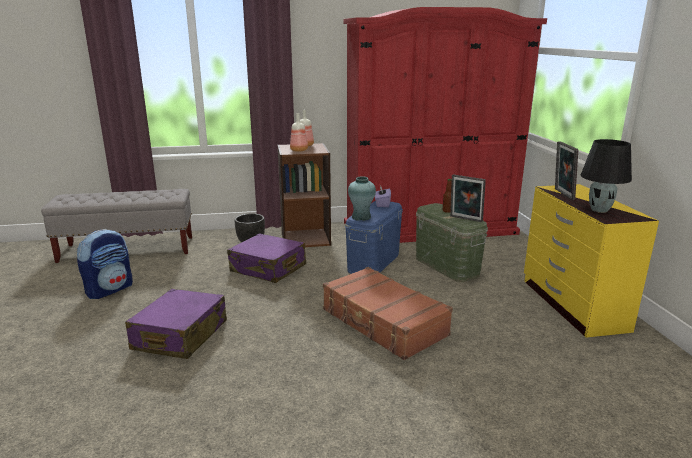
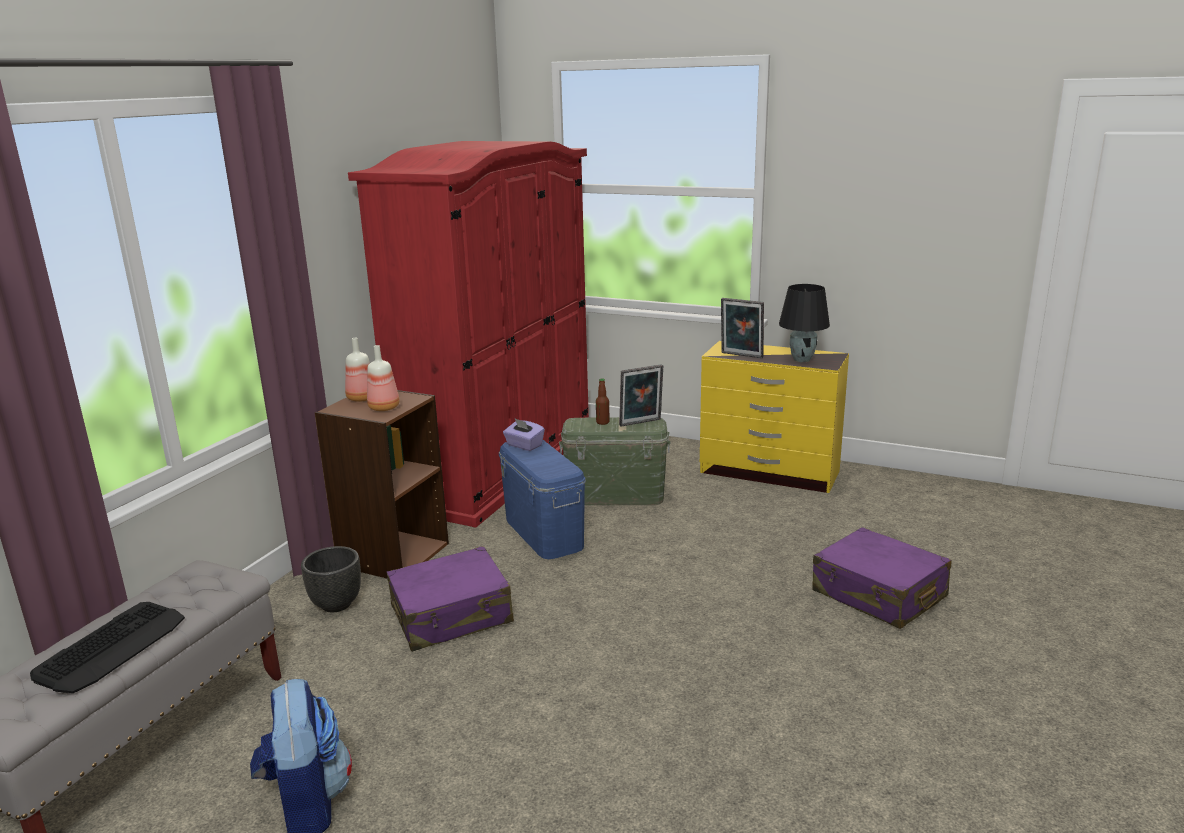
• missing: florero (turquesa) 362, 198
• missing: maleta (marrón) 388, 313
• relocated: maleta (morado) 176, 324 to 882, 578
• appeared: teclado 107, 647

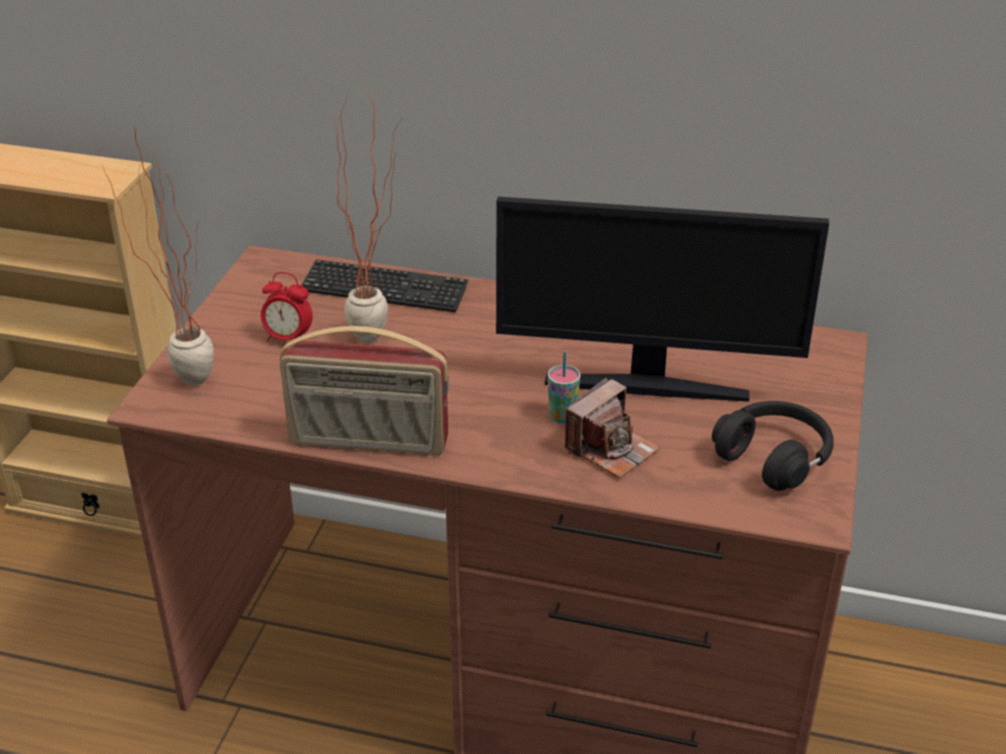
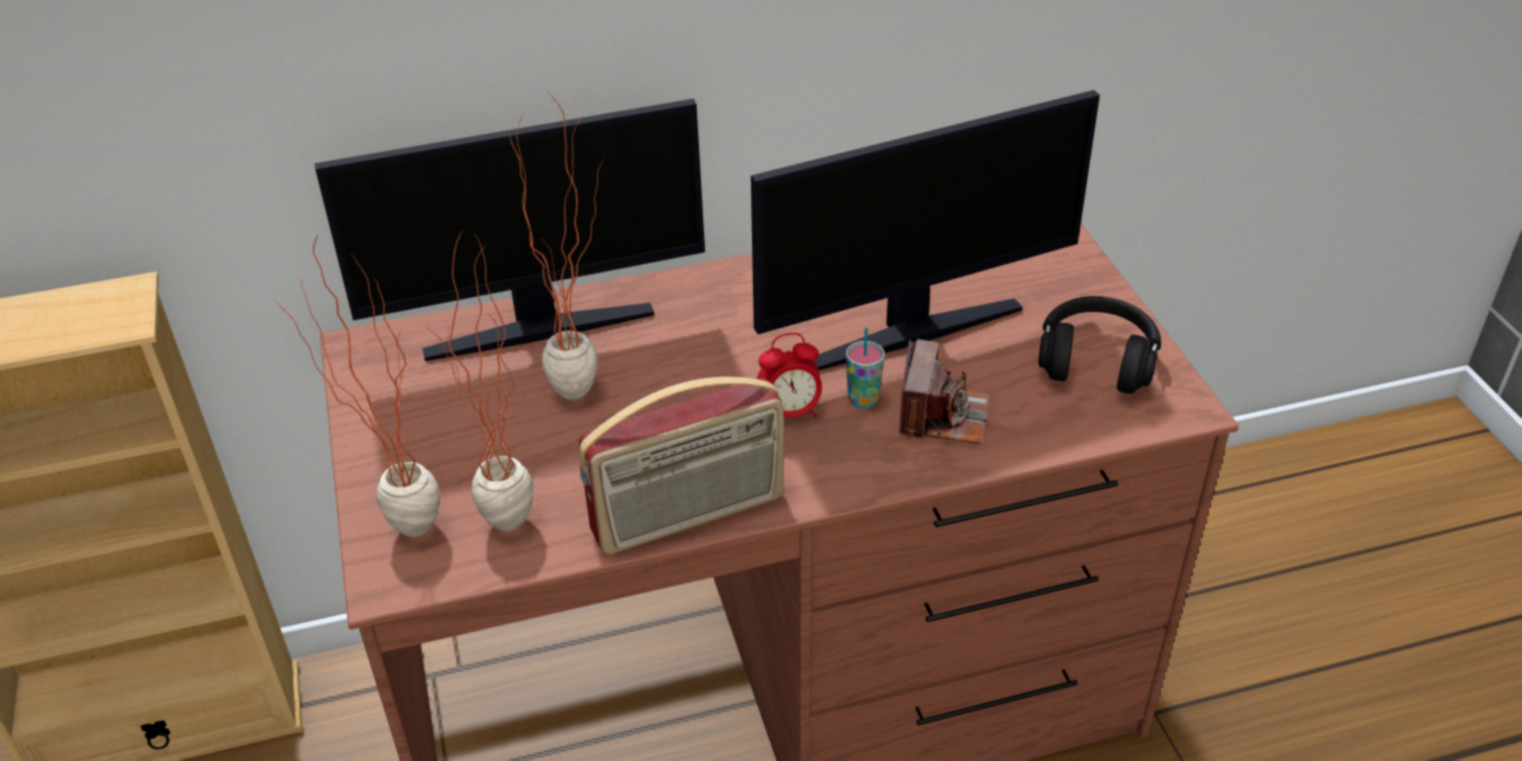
• exchanged: teclado 385, 285 to monitor 510, 230
• relocated: despertador 287, 307 to 789, 375
• appeared: planta en maceta 479, 380

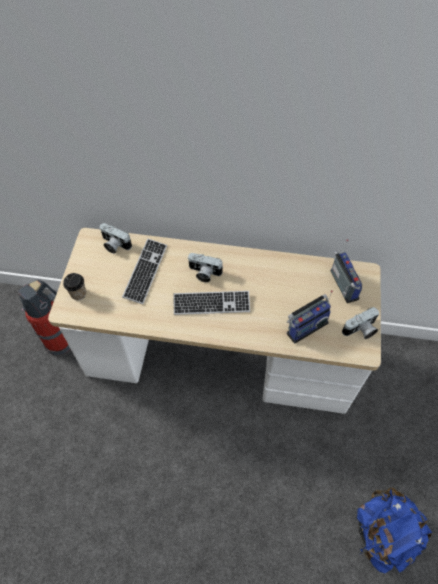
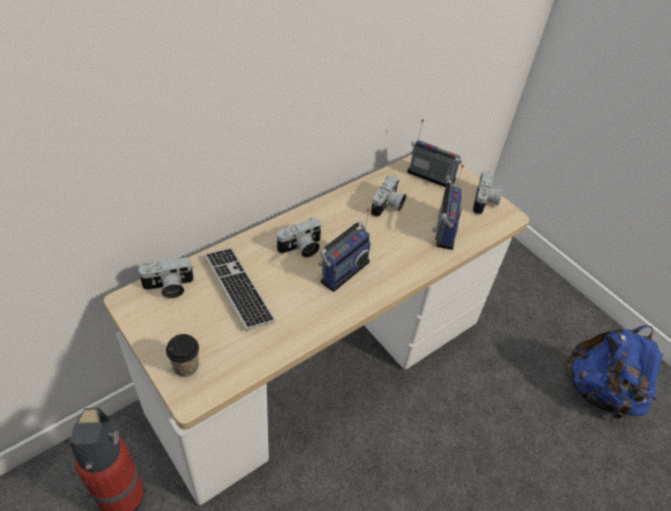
• exchanged: teclado 212, 303 to radio 345, 250
• appeared: cámara 388, 196

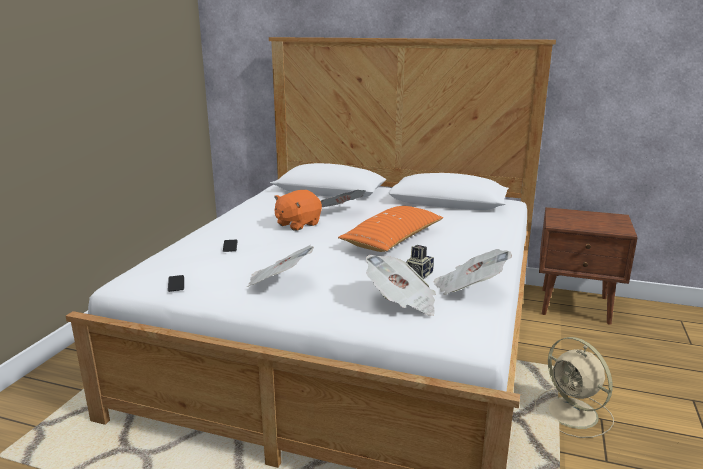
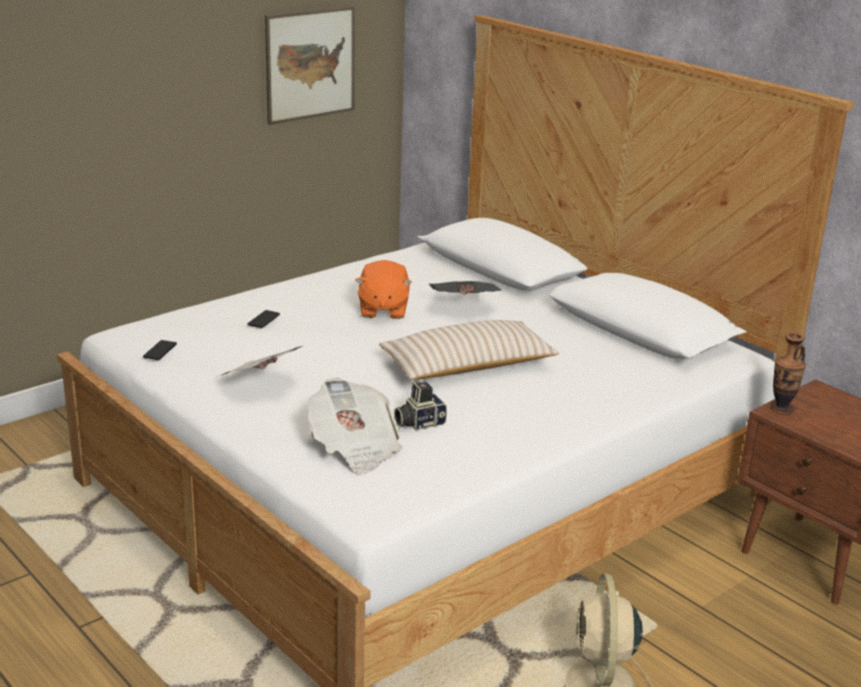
• spun: peluche (naranja) 298, 210 = 383, 289 75 degrees counterclockwise
• colour: cojín (naranja) 390, 229 to cojín (beis) 469, 350
• missing: periódico 472, 272
• appeared: cuadro 310, 65
• appeared: florero 788, 373

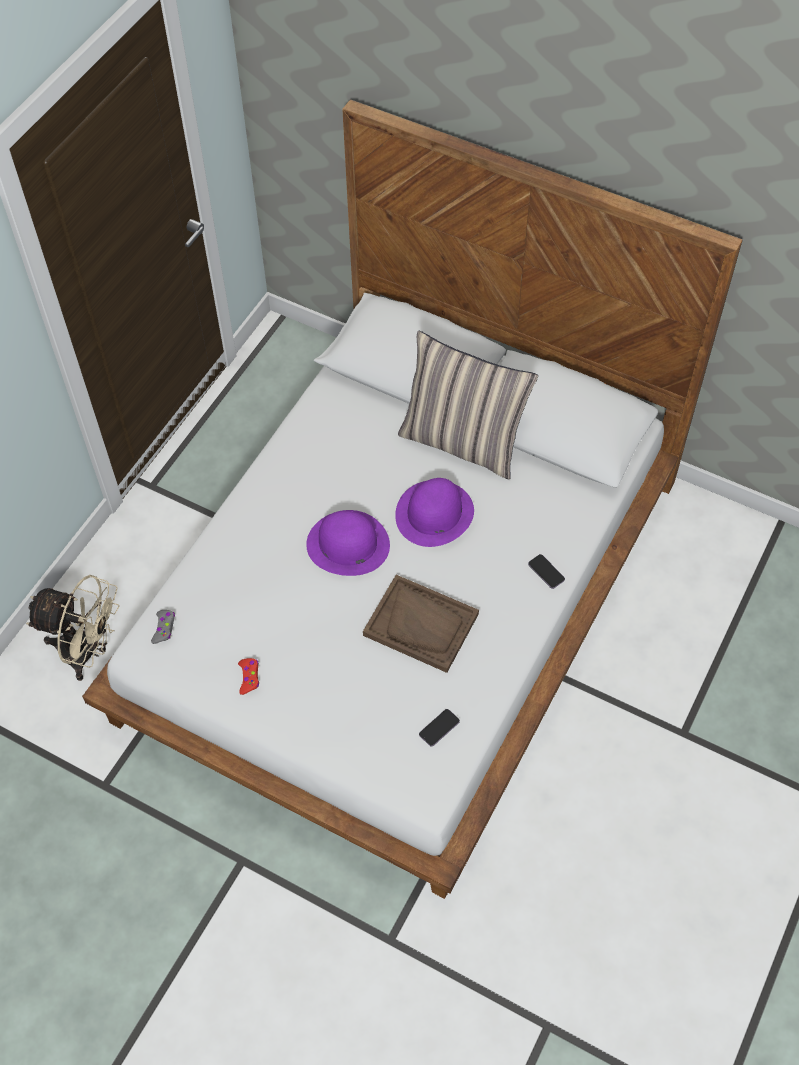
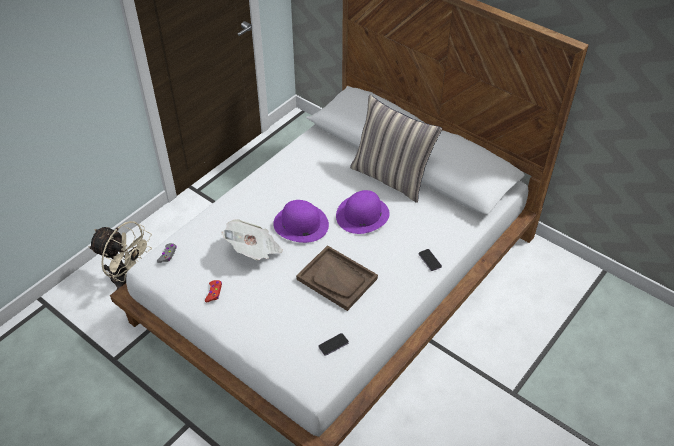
• appeared: periódico 252, 240

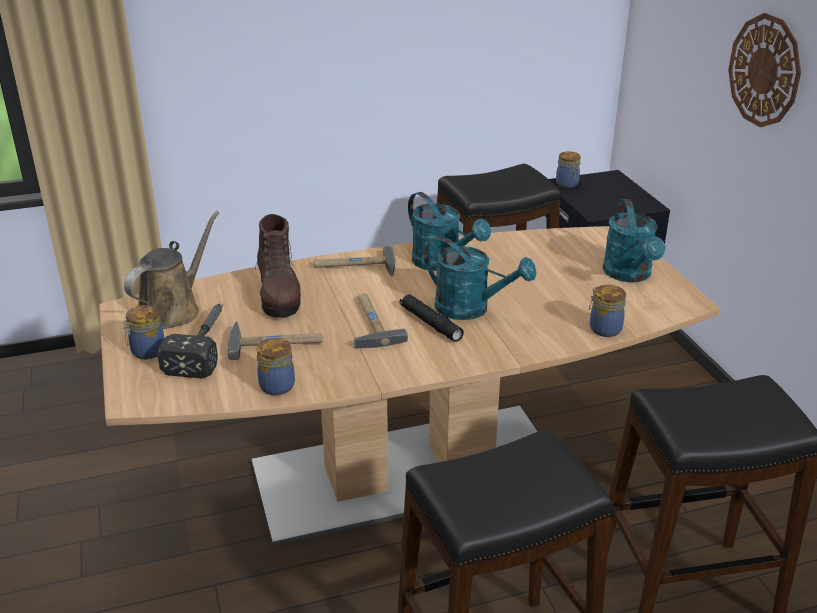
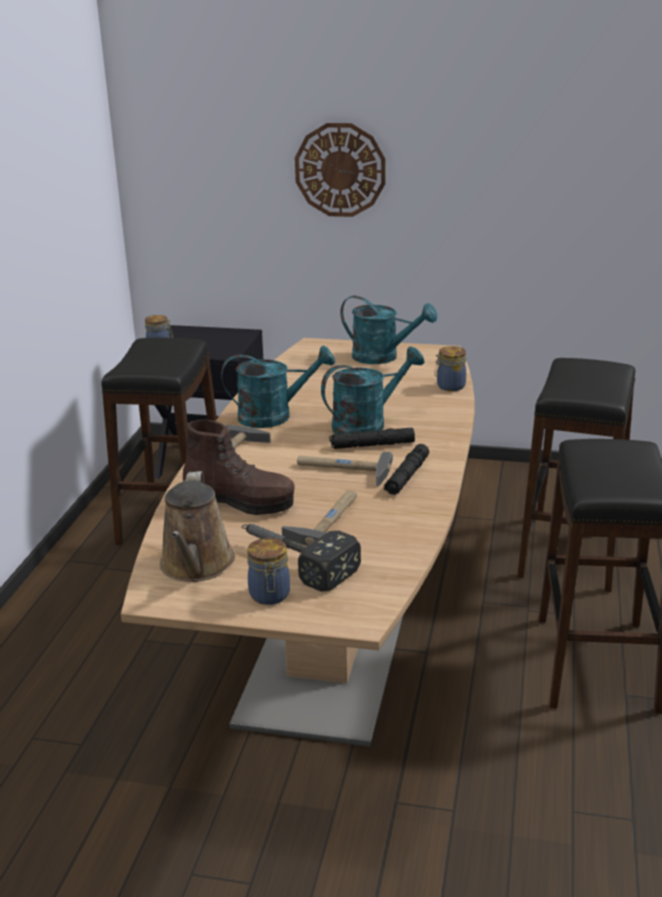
• spun: regadera (marrón) 172, 270 = 197, 526 150 degrees counterclockwise
• missing: tarro 276, 366
• appeared: linterna (negro) 406, 469

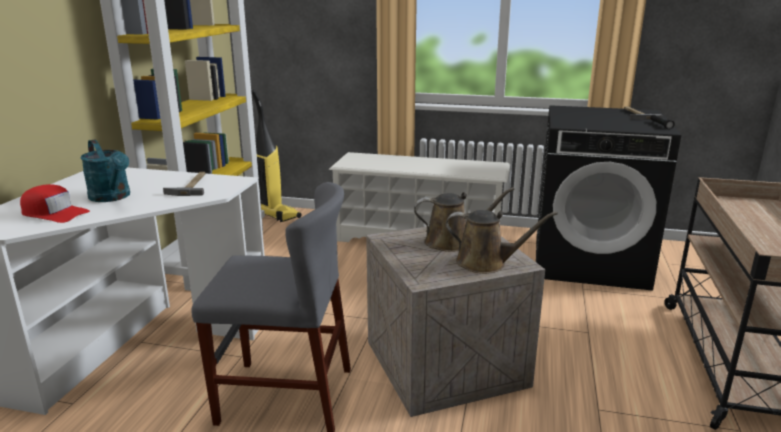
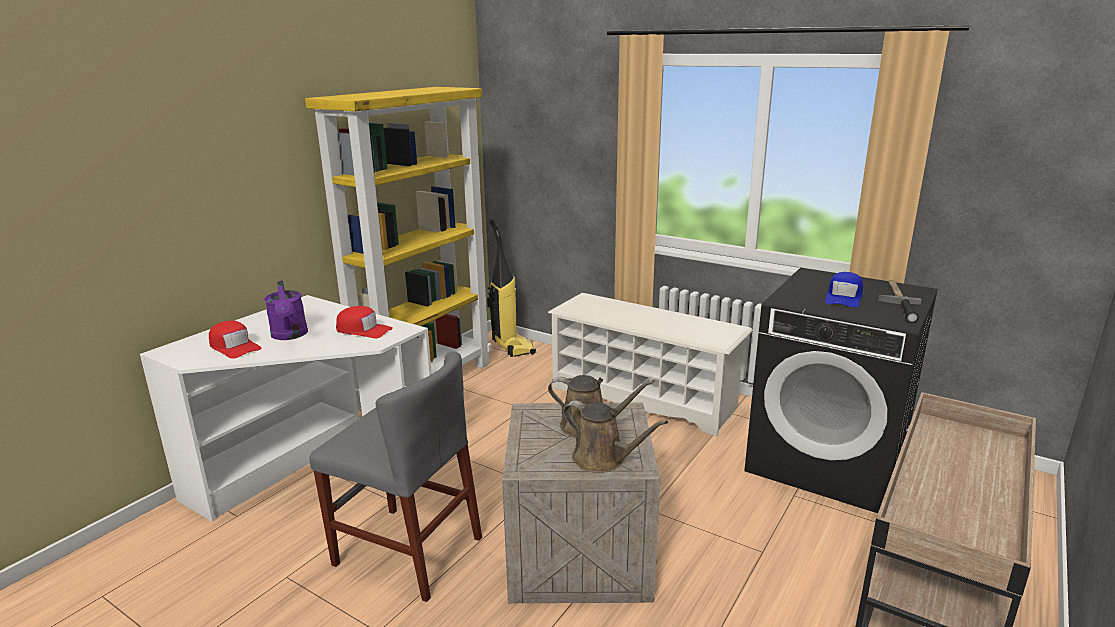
• colour: regadera (turquesa) 105, 170 to regadera (morado) 286, 310
• exchanged: martillo 184, 184 to gorra (rojo) 364, 322
• appeared: gorra (azul) 844, 289

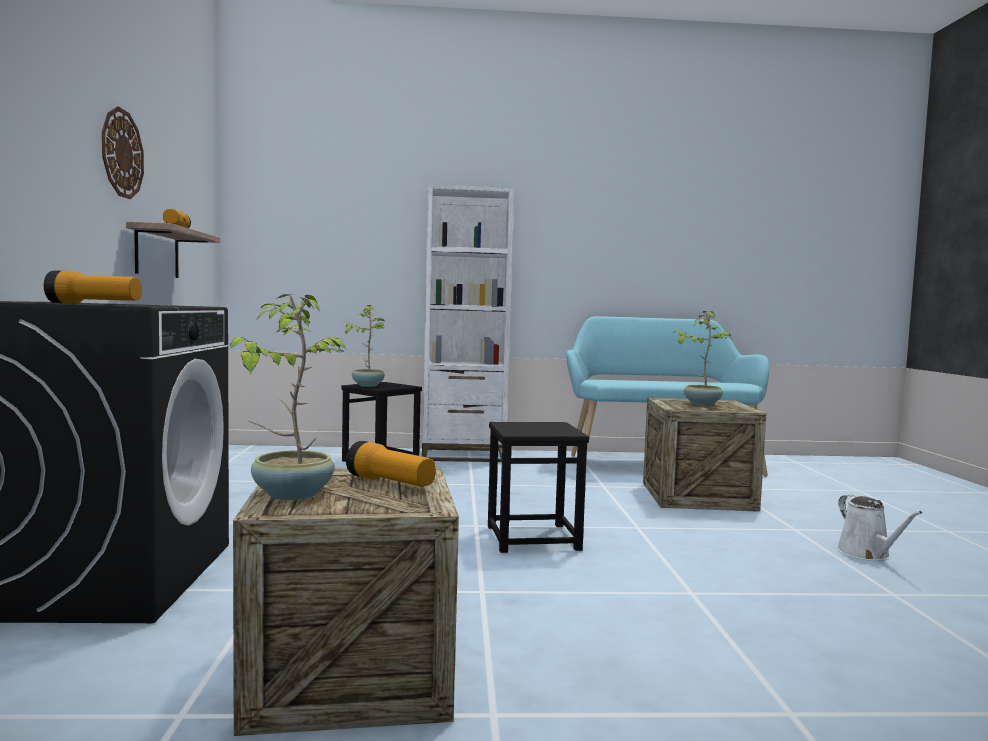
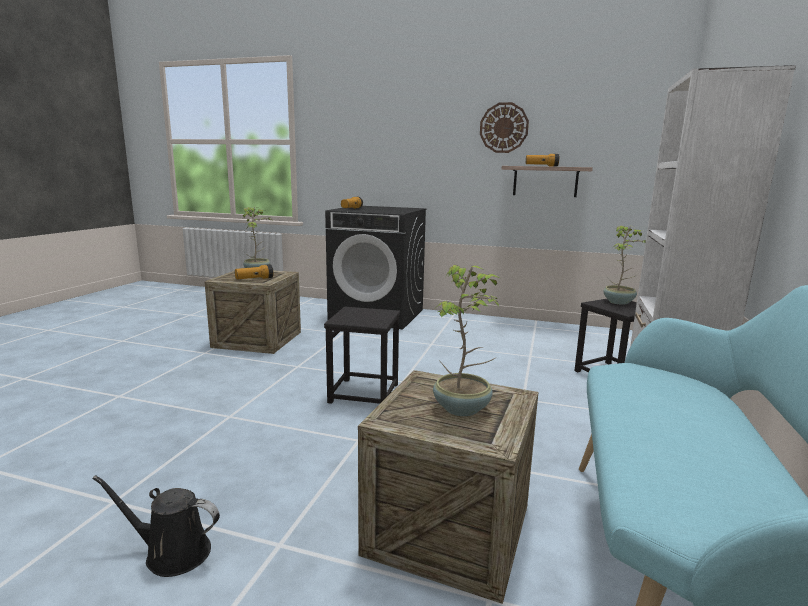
• colour: regadera (blanco) 880, 528 to regadera (negro) 156, 526

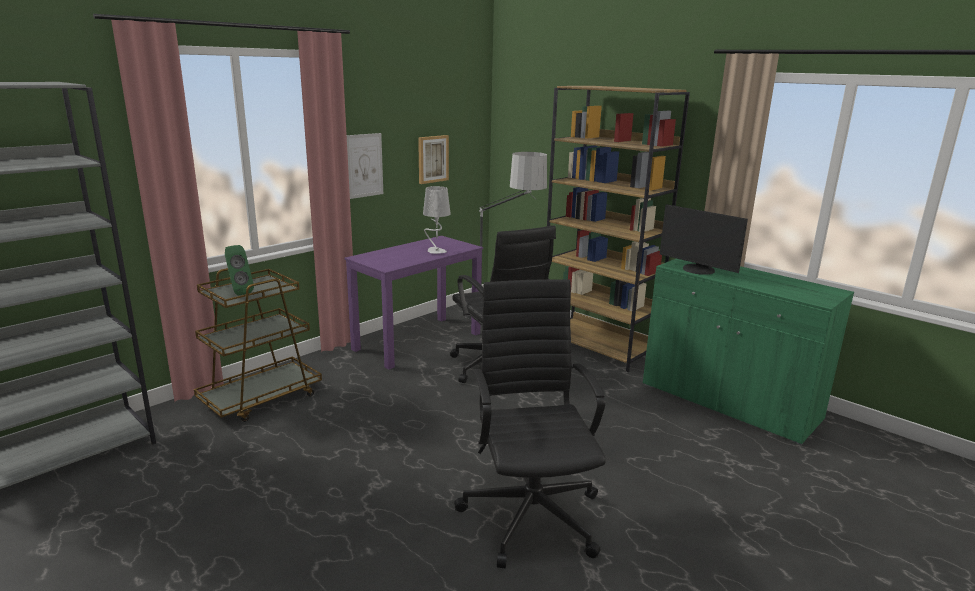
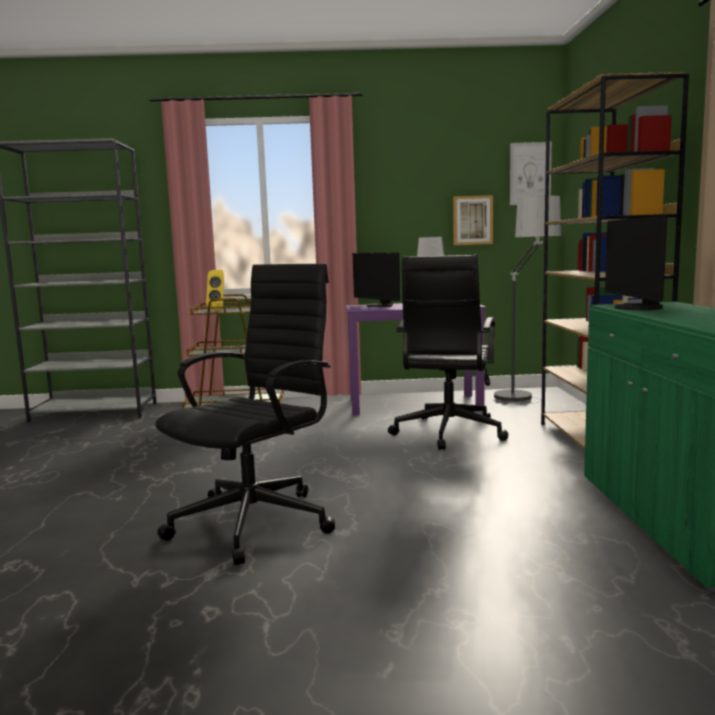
• relocated: cuadro 365, 166 to 531, 173
• colour: altavoz (verde) 239, 270 to altavoz (amarillo) 215, 290
• appeared: monitor 376, 279

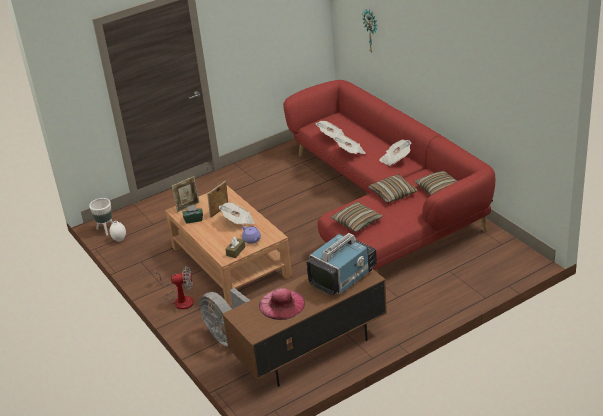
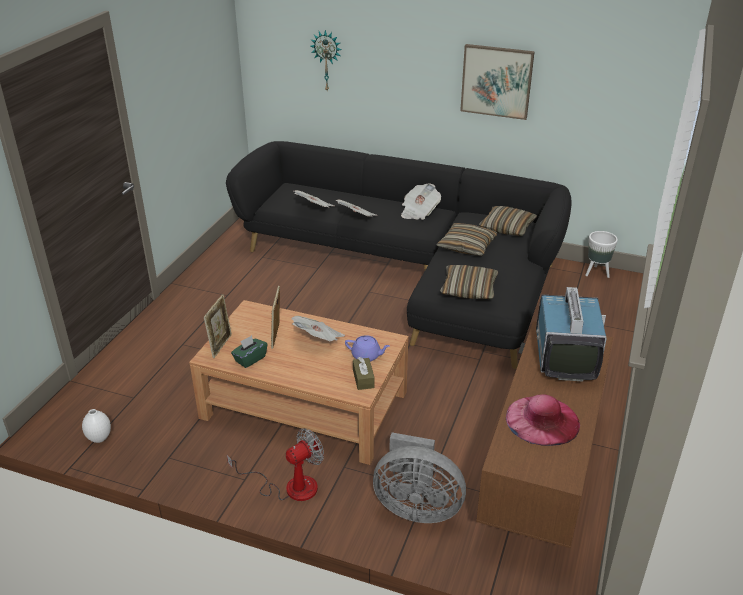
• colour: sofá (rojo) 389, 175 to sofá (negro) 398, 255
• relocated: maceta (blanco) 101, 217 to 601, 254
• appeared: cuadro 497, 82

